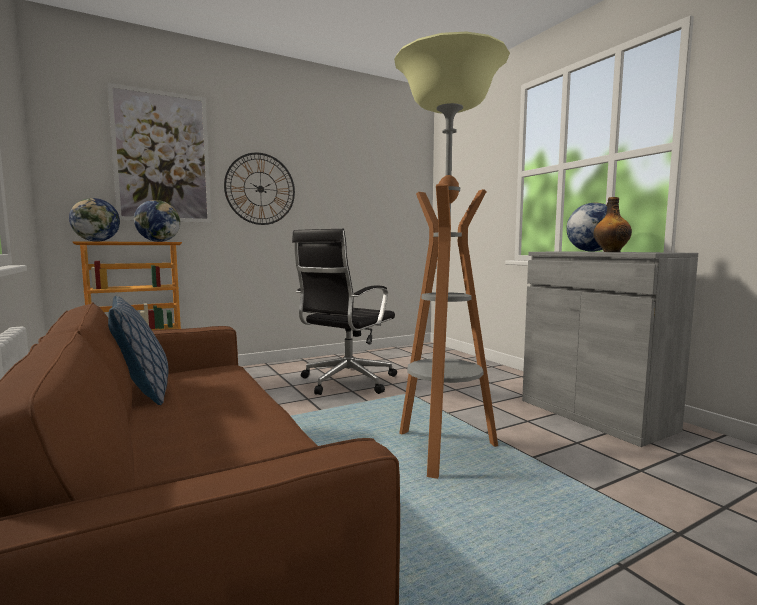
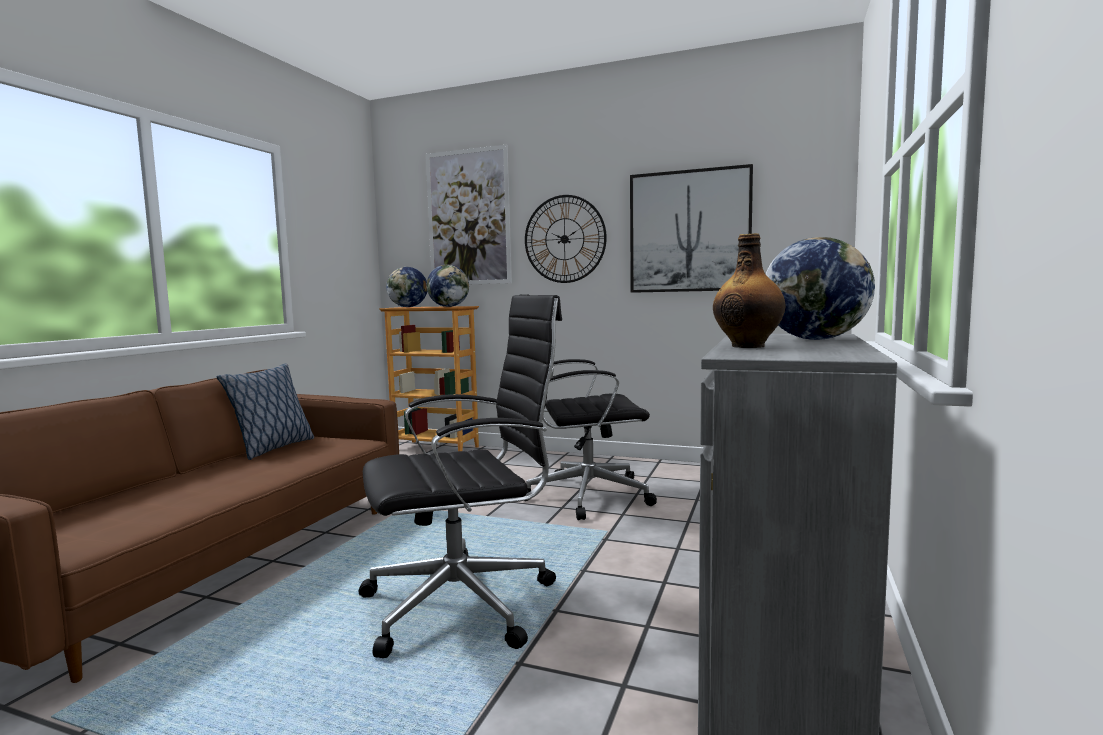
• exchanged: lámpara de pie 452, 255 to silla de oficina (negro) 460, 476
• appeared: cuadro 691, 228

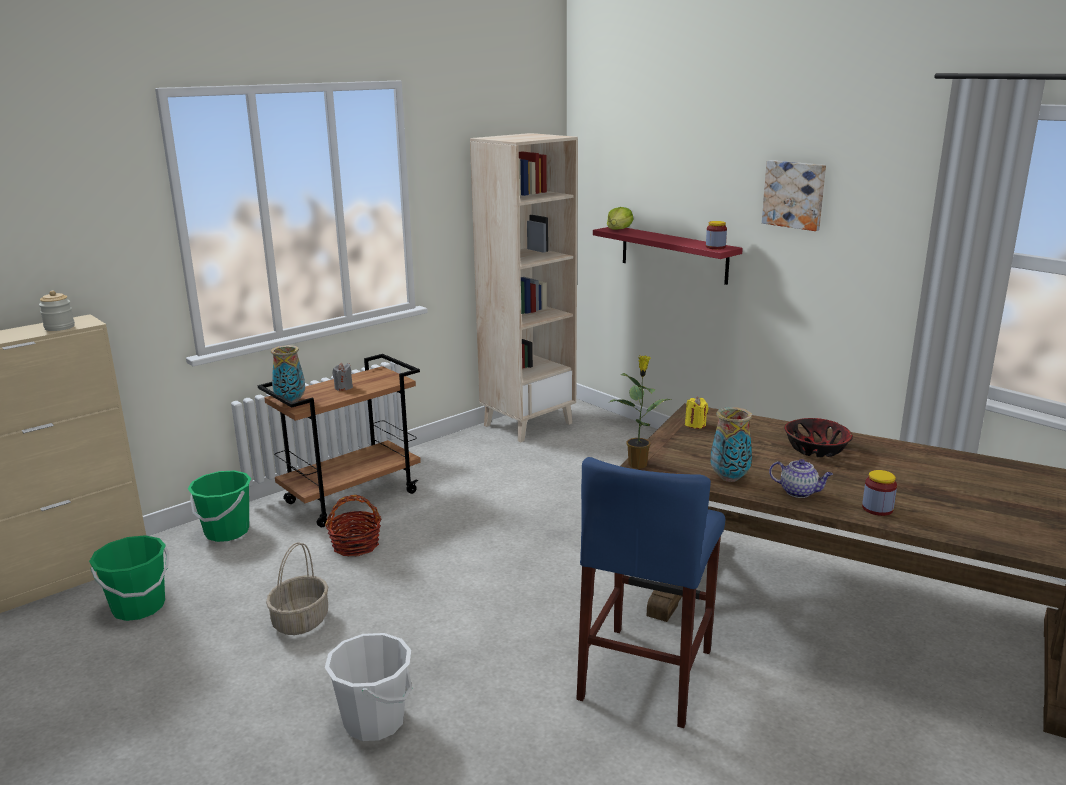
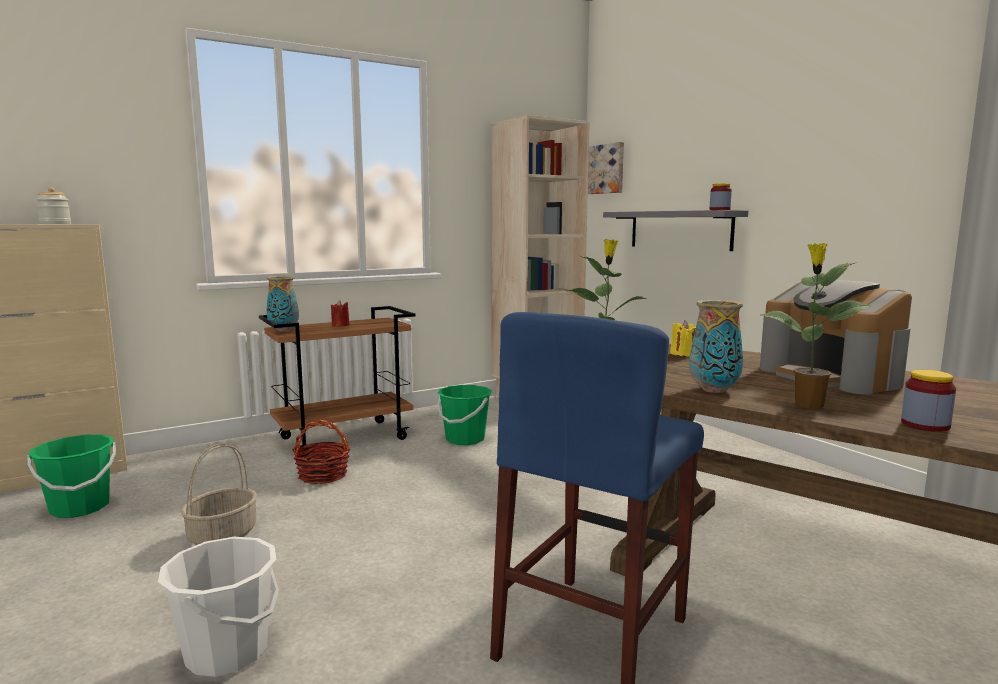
• relocated: cuadro 794, 195 to 606, 168
• missing: lechuga 620, 218
• colour: estante (rojo) 668, 256 to estante (gris) 675, 230
• colour: vela (gris) 342, 377 to vela (rojo) 340, 313
• exchanged: cuenco 818, 437 to cafetera 836, 337
• exchanged: tetera 801, 478 to planta en maceta 816, 326
• relocated: cubo (verde) 219, 506 to 464, 415

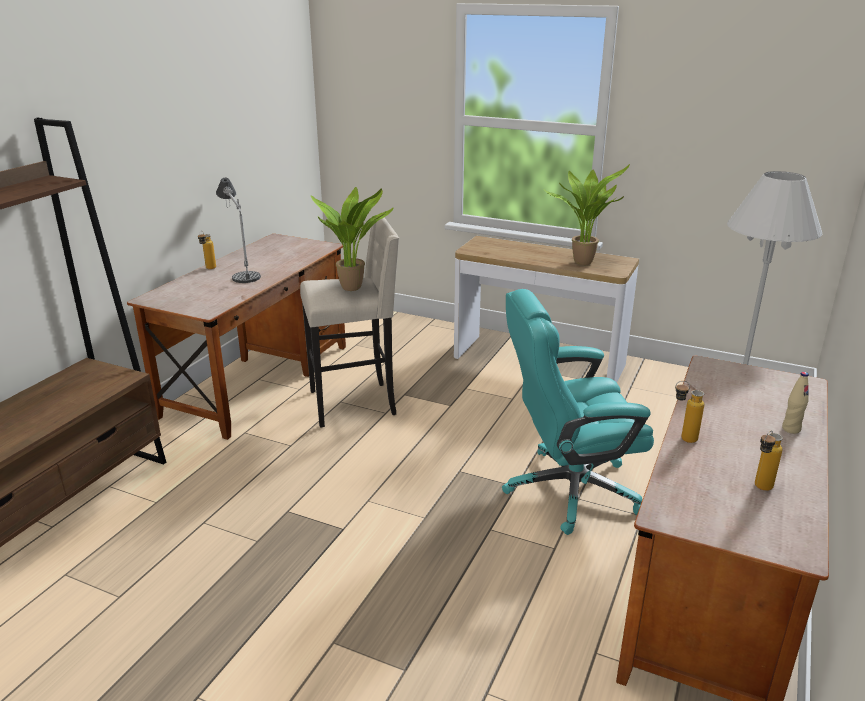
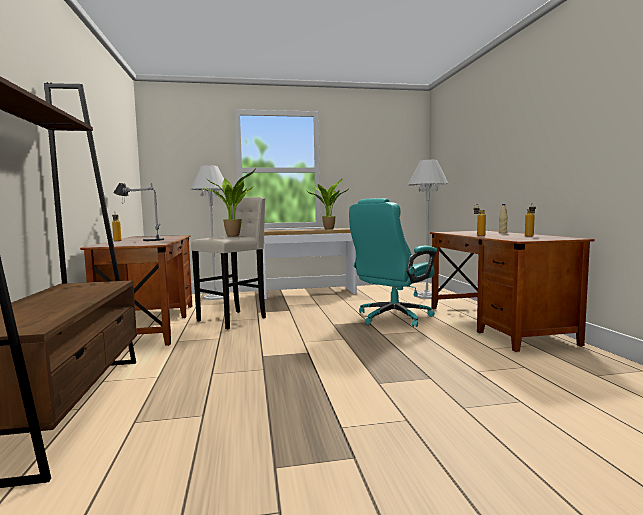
• appeared: lámpara de pie (blanco) 207, 232

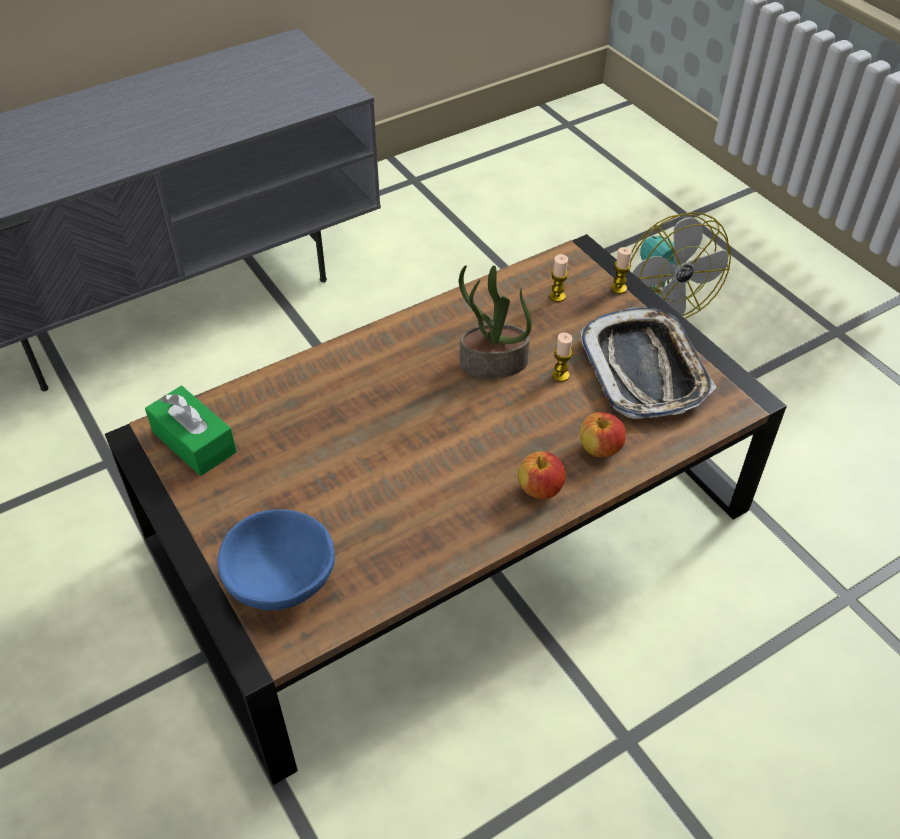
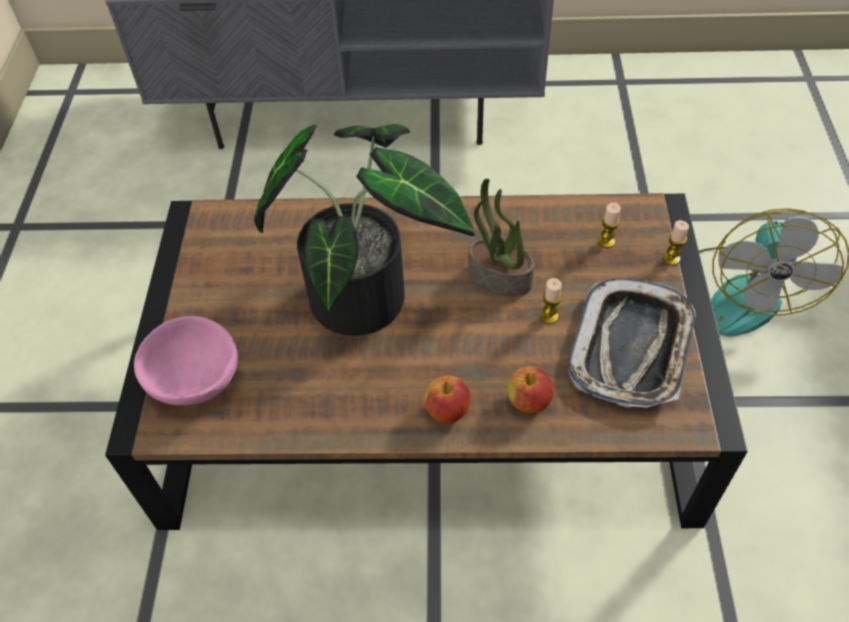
• missing: caja de pañuelos (verde) 191, 431
• colour: cuenco (azul) 276, 560 to cuenco (rosa) 186, 360
• appeared: planta en maceta 364, 230

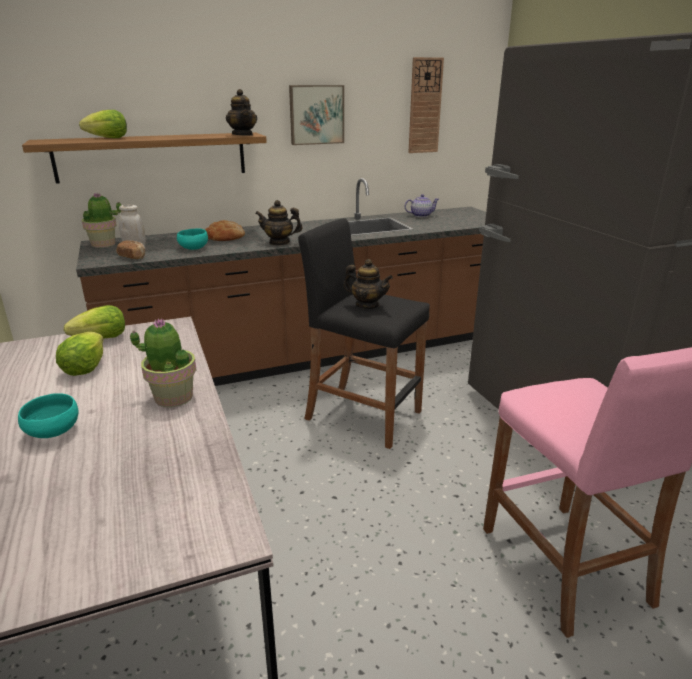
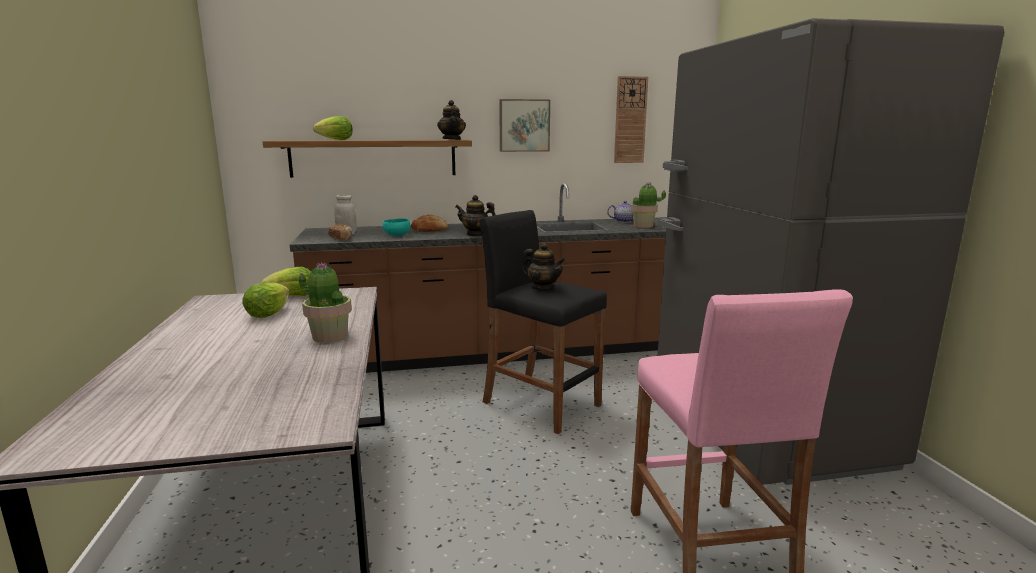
• relocated: planta en maceta 101, 220 to 648, 205
• missing: cuenco (turquesa) 48, 415

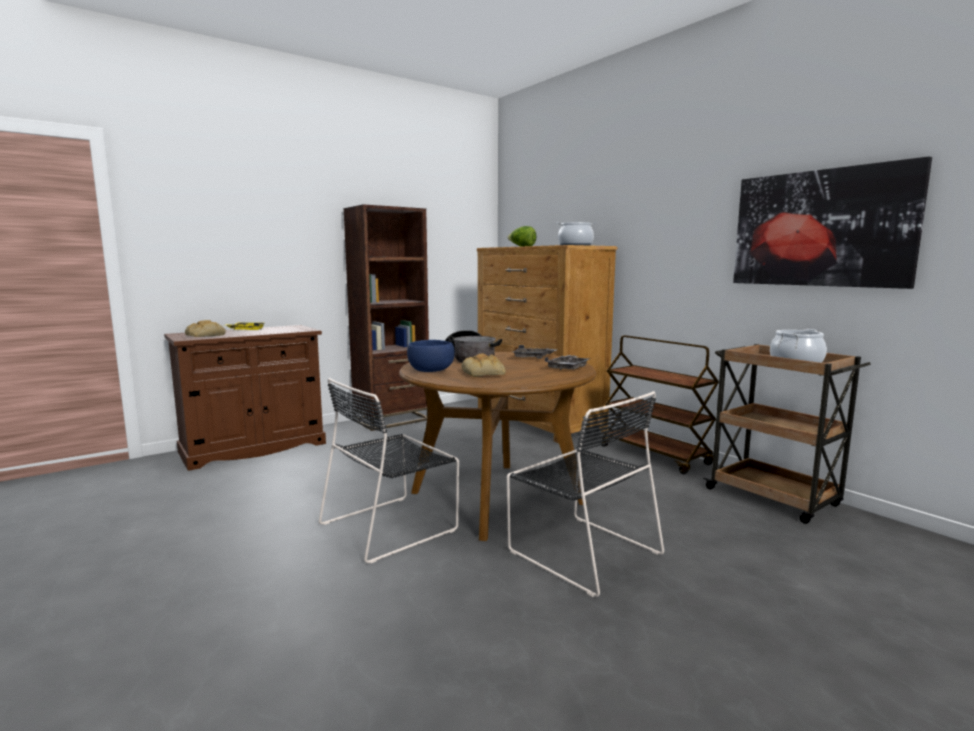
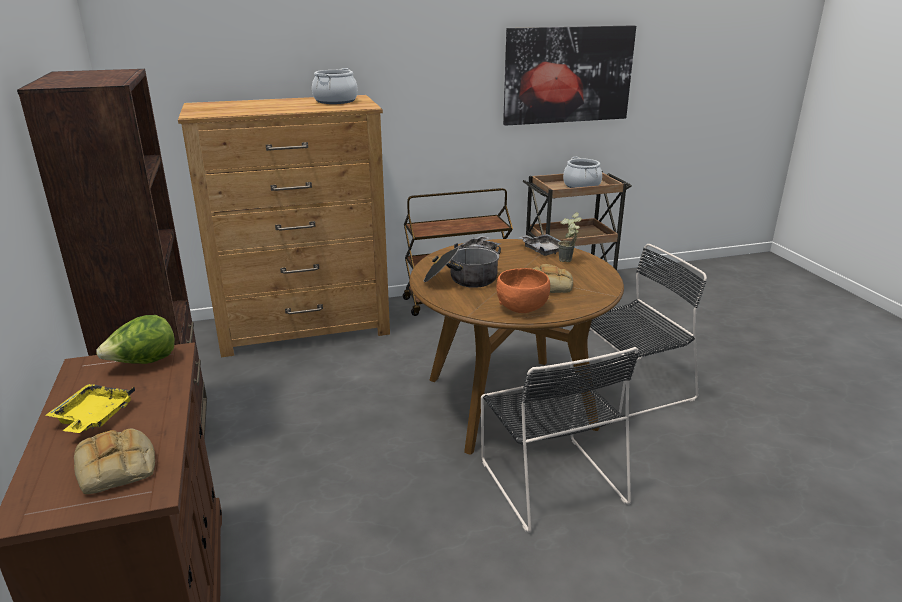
• relocated: lechuga 521, 236 to 135, 339
• colour: cuenco (azul) 431, 356 to cuenco (naranja) 523, 290
• appeared: planta en maceta 570, 237

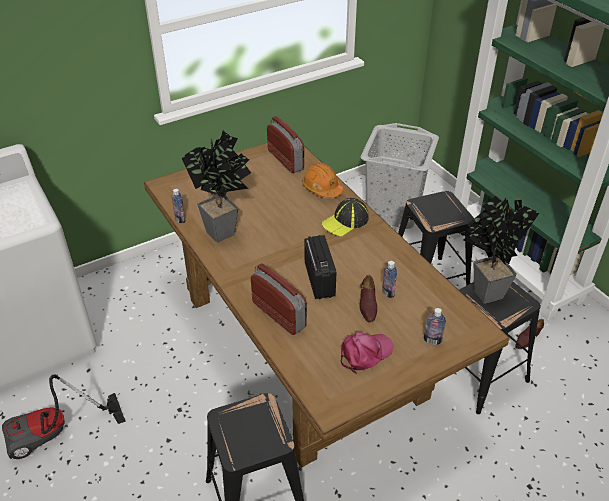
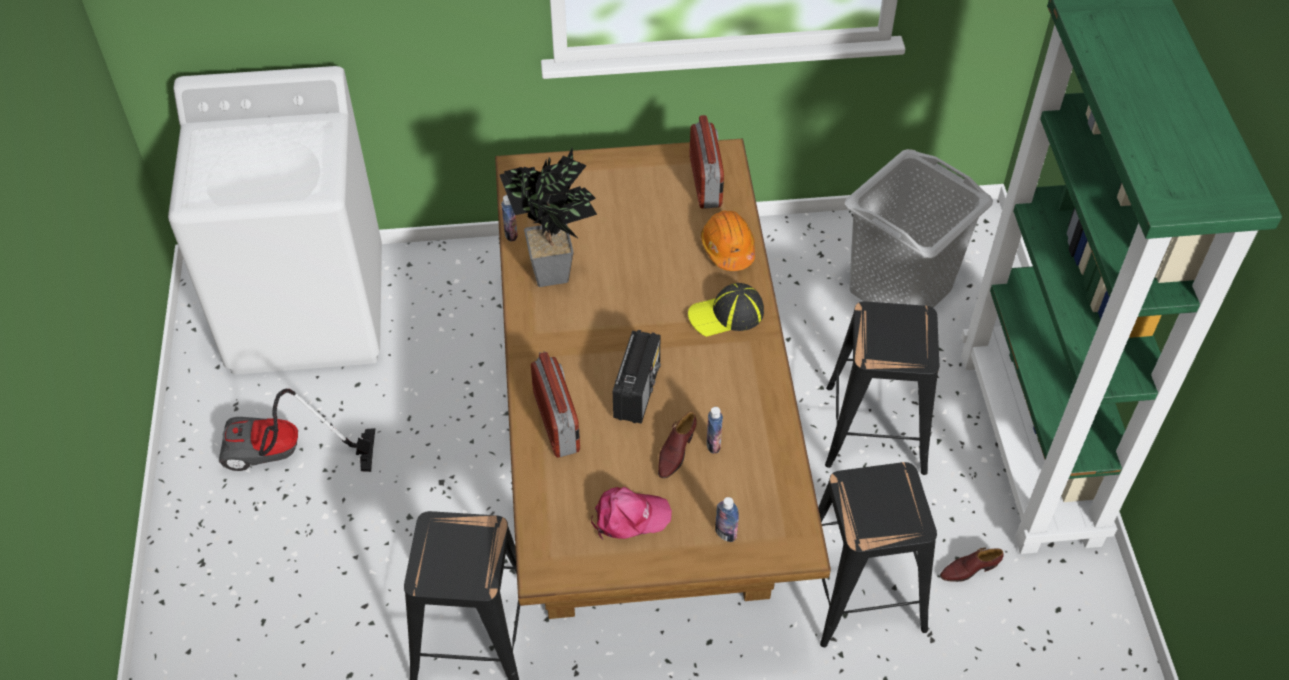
• missing: planta en maceta 501, 250

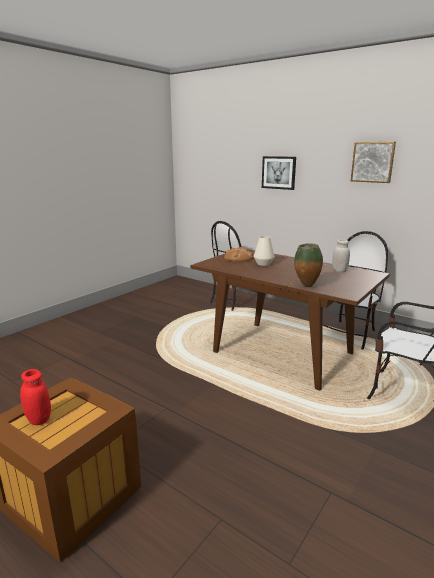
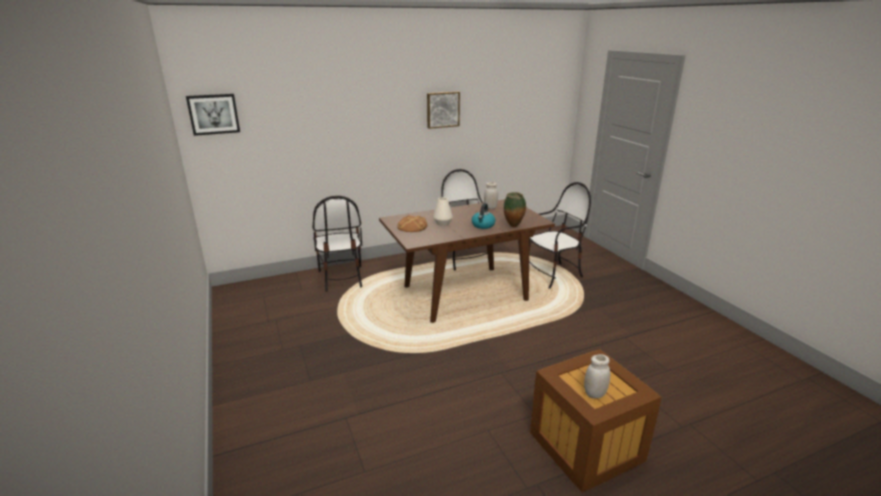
• relocated: cuadro 279, 173 to 213, 115
• colour: tarro (rojo) 35, 397 to tarro (blanco) 597, 376
• appeared: hervidor 484, 216

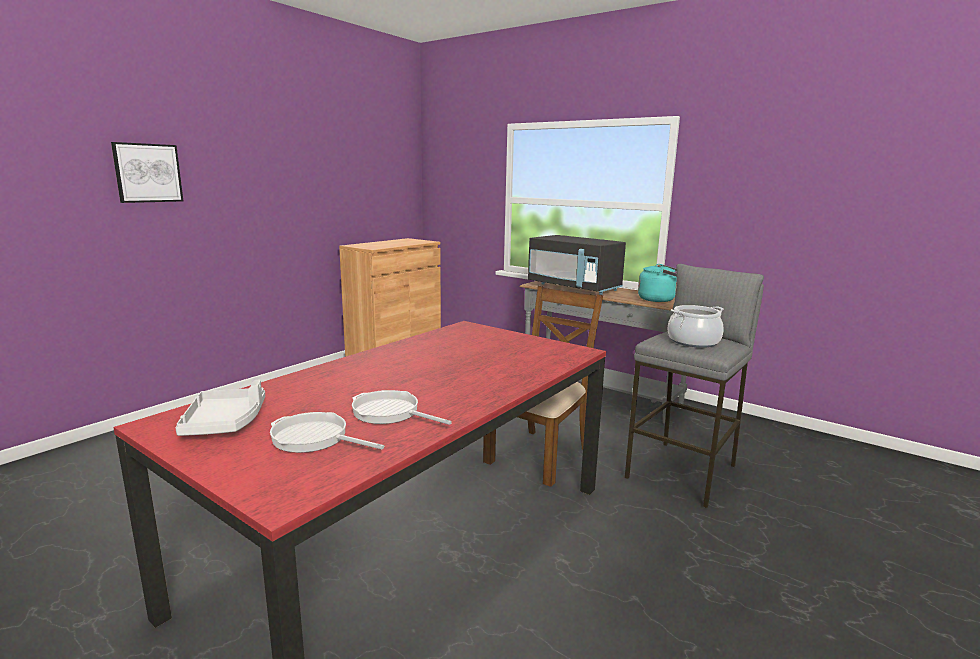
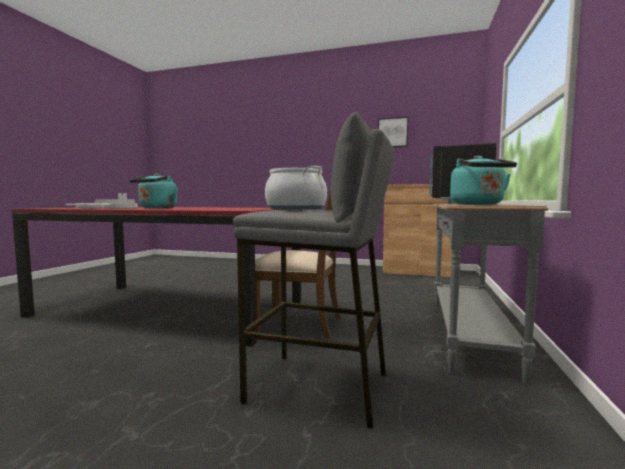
• relocated: cuadro 147, 172 to 393, 132
• appeared: hervidor (turquesa) 154, 191

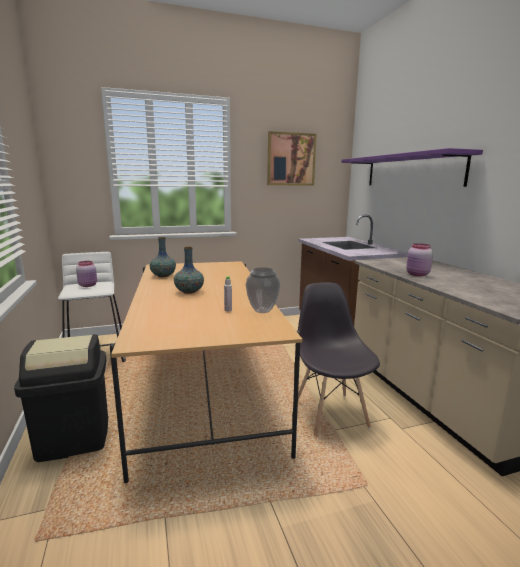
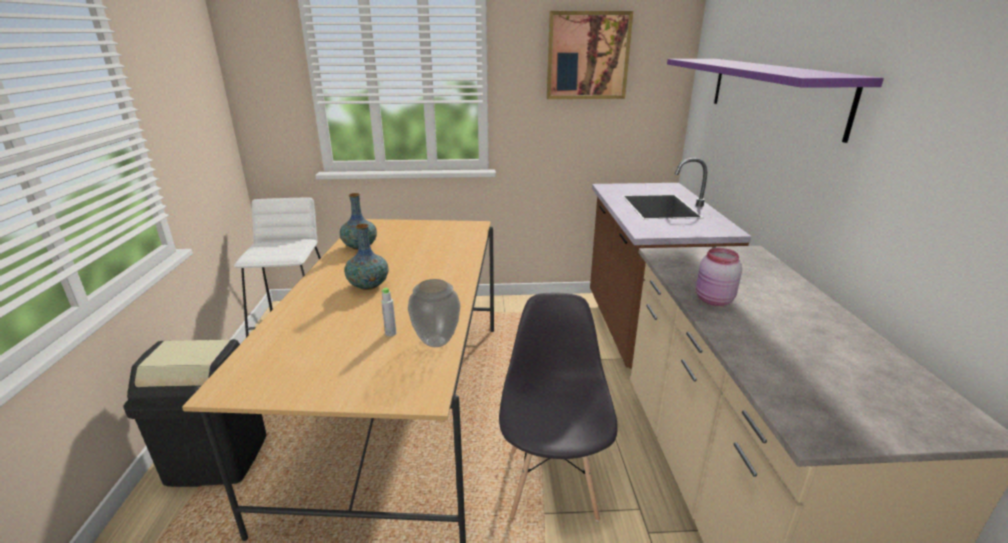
• missing: tarro (rosa) 86, 274

